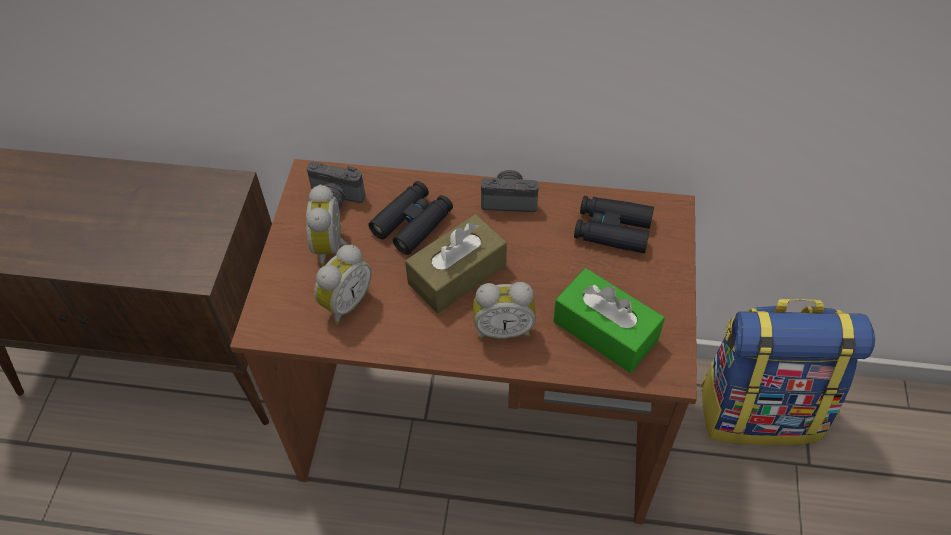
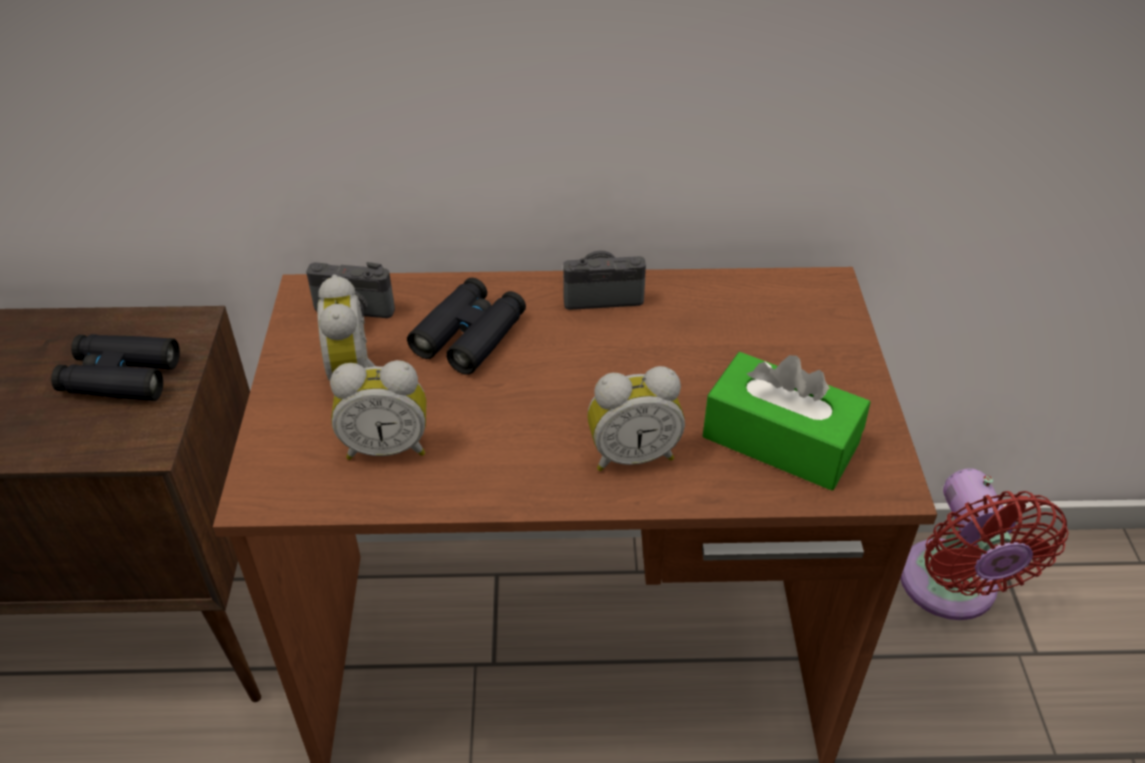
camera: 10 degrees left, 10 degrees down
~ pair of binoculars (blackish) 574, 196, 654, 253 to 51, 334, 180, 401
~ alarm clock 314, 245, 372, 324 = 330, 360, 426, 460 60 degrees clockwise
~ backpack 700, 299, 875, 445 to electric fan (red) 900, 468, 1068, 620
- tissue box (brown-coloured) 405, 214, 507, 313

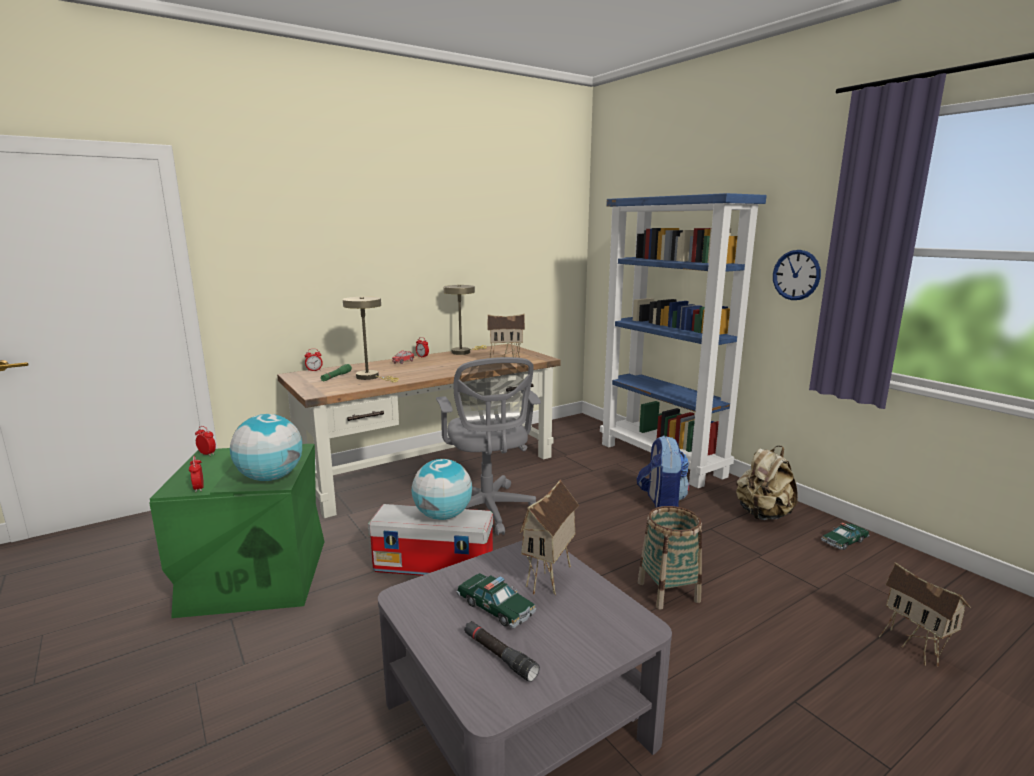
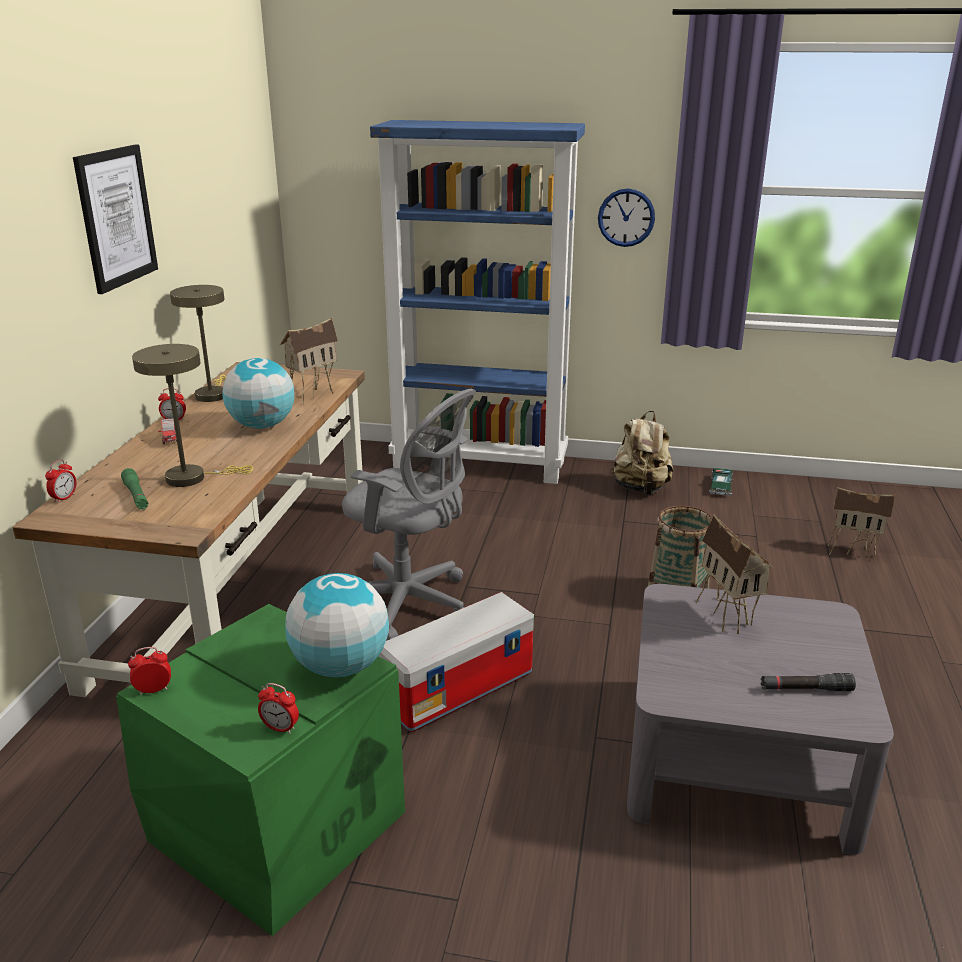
camera: 45 degrees left, 10 degrees up
+ picture 73, 145, 158, 294
~ globe 412, 459, 472, 520 to 222, 358, 294, 429
- miniature car 457, 573, 536, 628
- backpack 637, 435, 689, 508

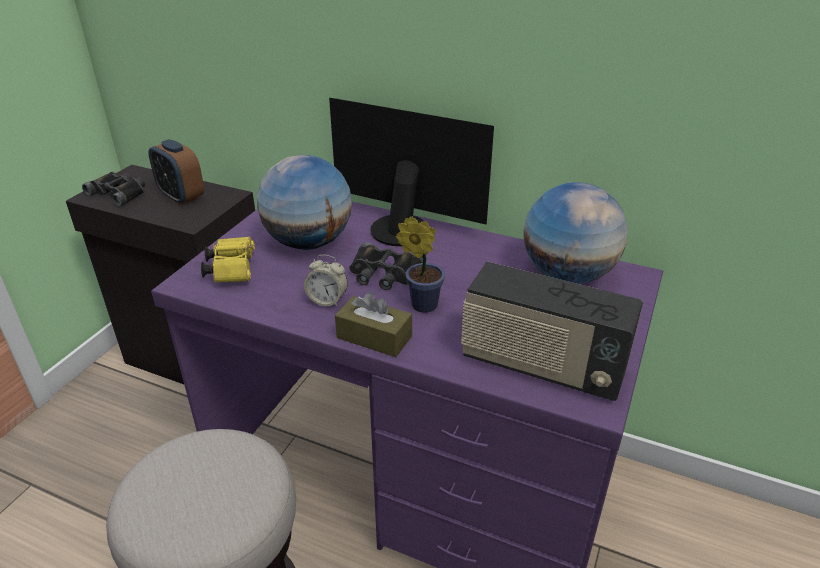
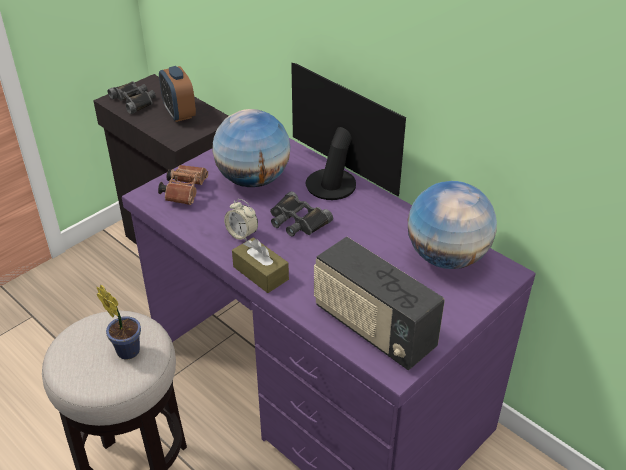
camera: 20 degrees right, 5 degrees up
~ plant in a pot 396, 216, 445, 313 to 97, 284, 141, 359
~ pair of binoculars (yellowish) 201, 236, 255, 283 to pair of binoculars (brown-coloured) 158, 165, 208, 205

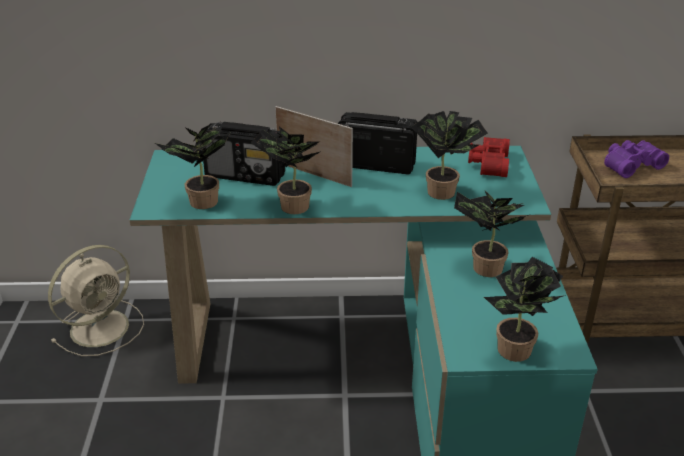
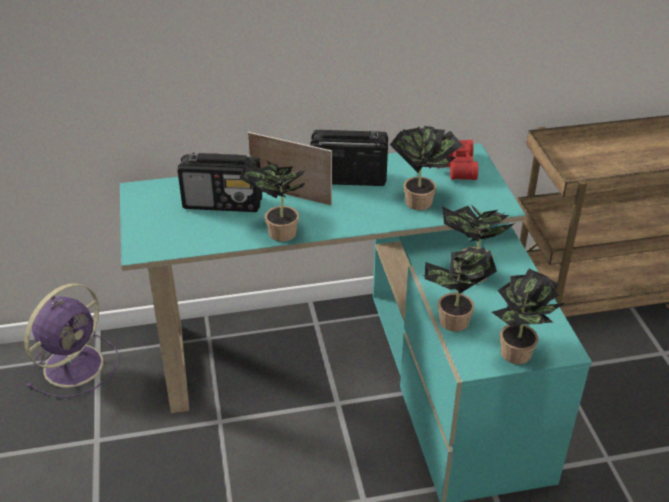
camera: 10 degrees left, 5 degrees up
~ electric fan (beige-coloured) 48, 245, 144, 356 to electric fan (purple-coloured) 24, 283, 119, 398
~ plant in a pot 155, 123, 231, 209 to 423, 246, 497, 332
- pair of binoculars (purple-coloured) 604, 140, 669, 178

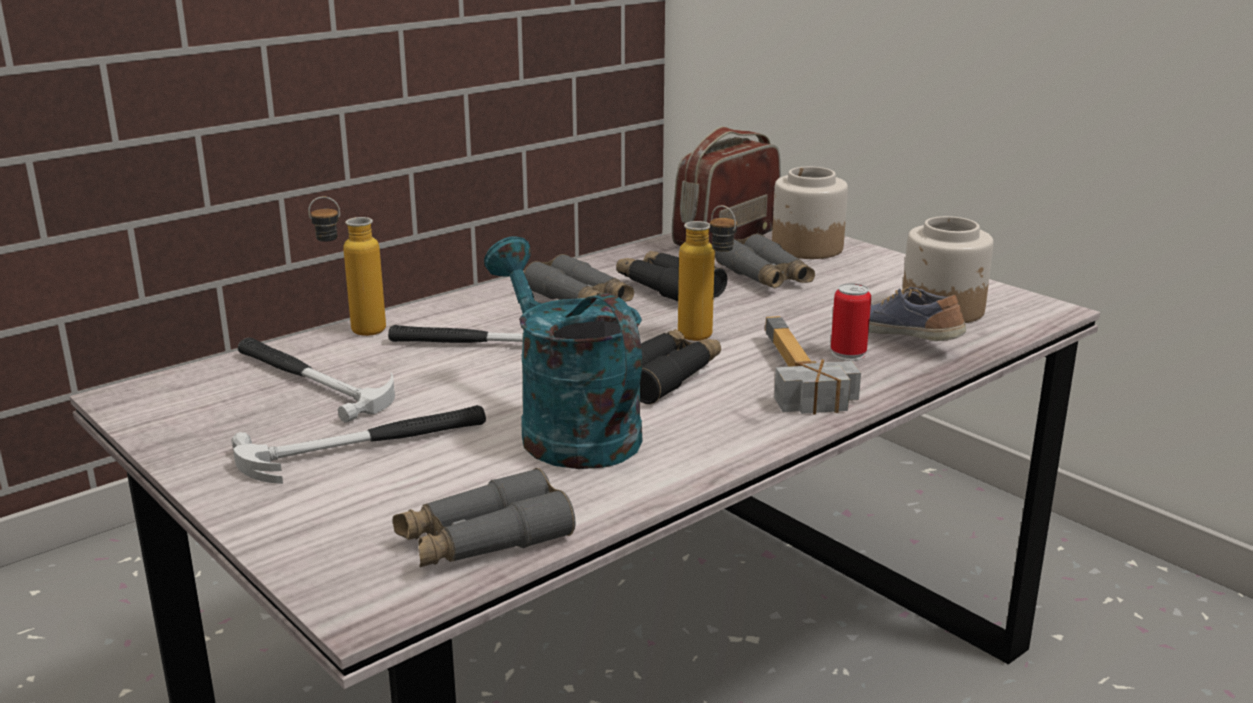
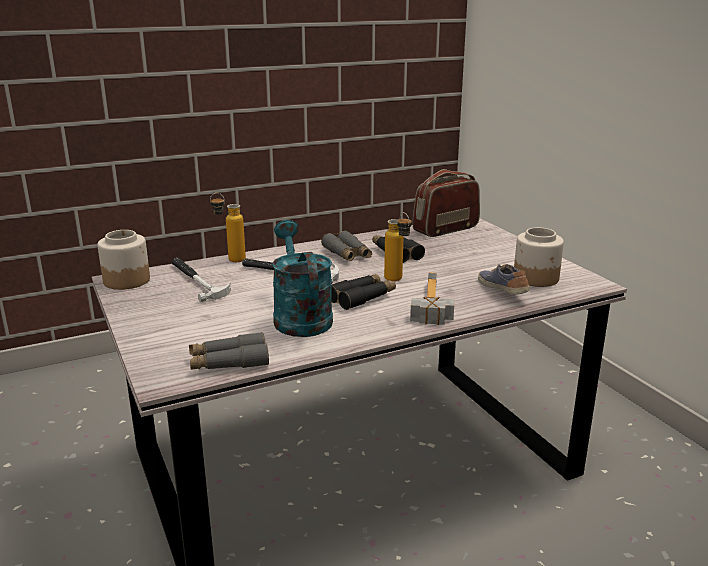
camera: 15 degrees right, 0 degrees up
~ jar 772, 167, 848, 259 to 97, 230, 150, 290
- tool hammer 231, 405, 486, 484
- pair of binoculars (grey) 715, 233, 815, 289
- metal can 831, 283, 871, 361

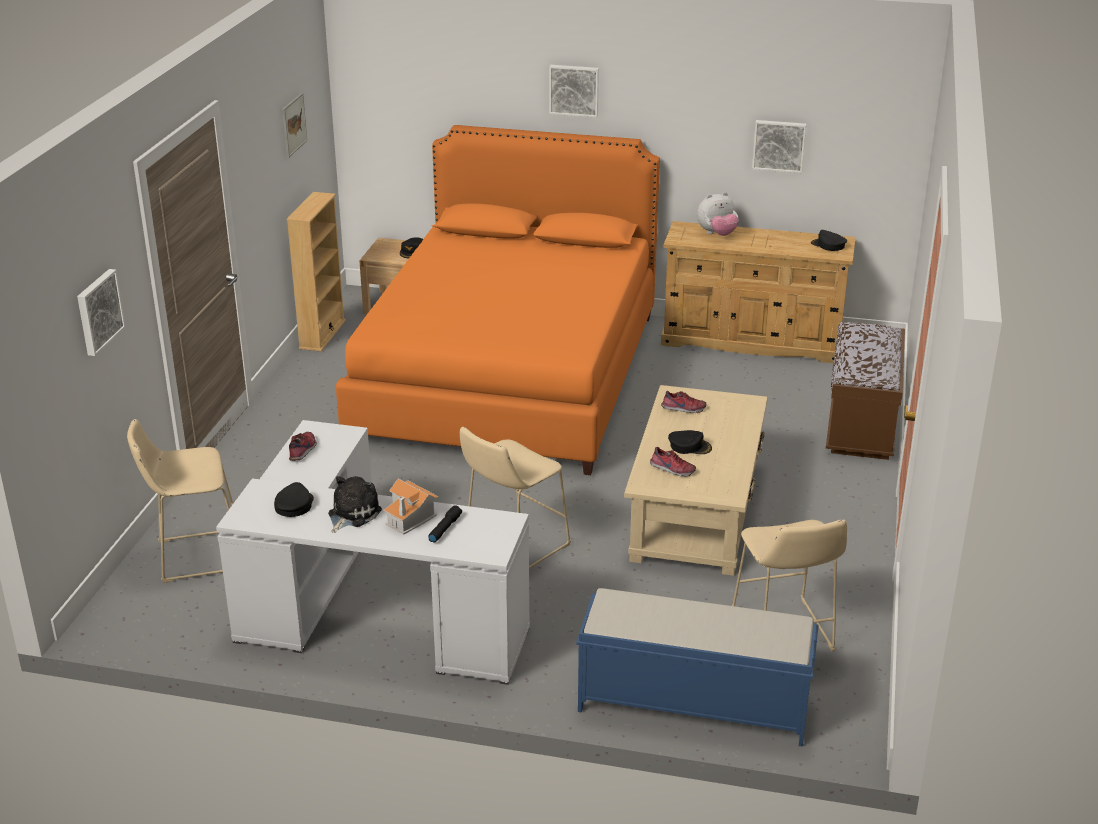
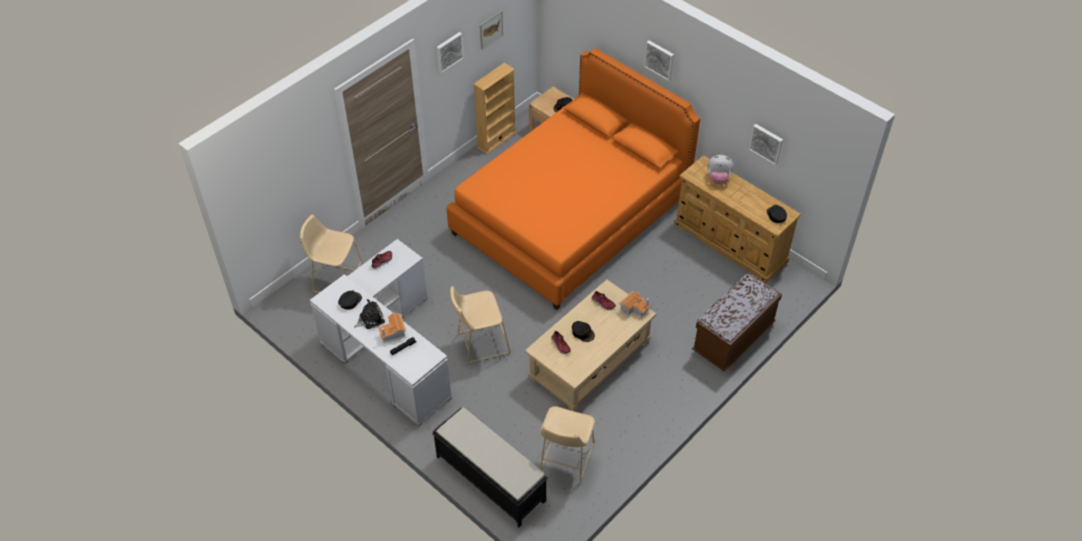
camera: 30 degrees right, 20 degrees up
~ indoor bench (blue-coloured) 576, 588, 819, 747 to indoor bench (blackish) 432, 408, 548, 527
~ picture 77, 269, 126, 356 to 437, 32, 464, 73
+ miniature house 619, 291, 651, 318

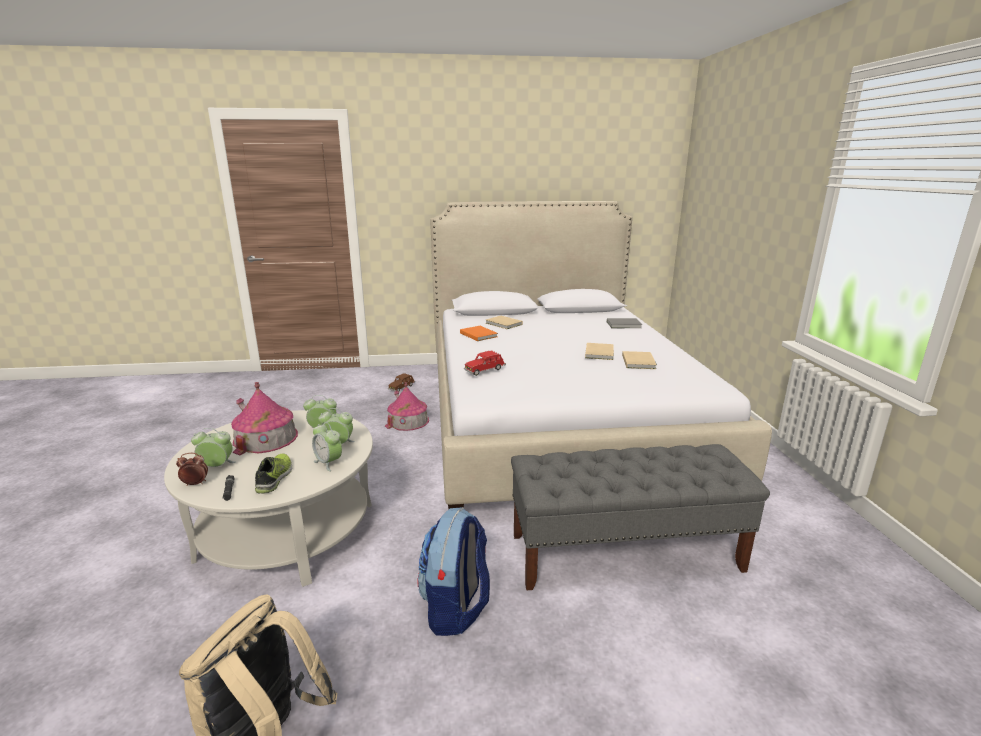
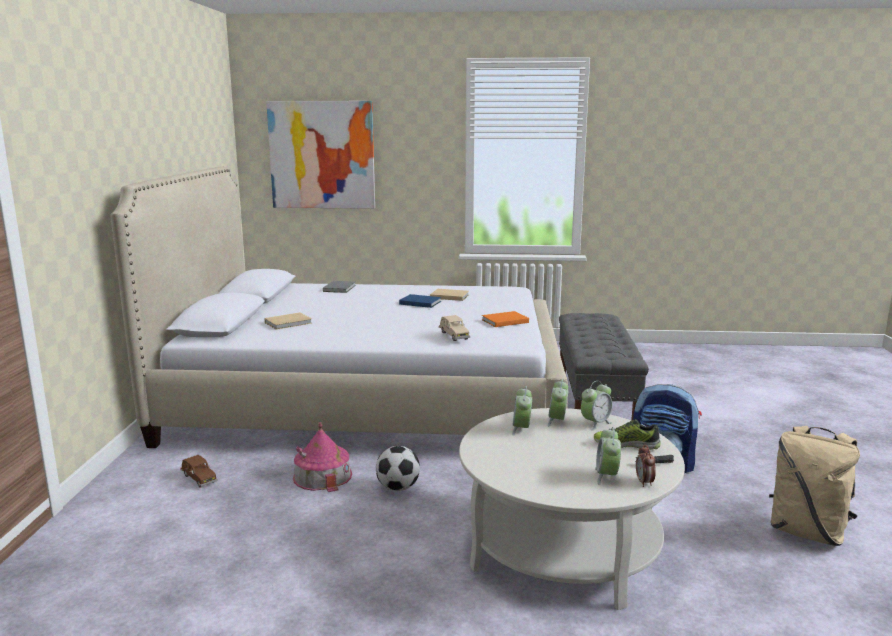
camera: 80 degrees left, 5 degrees down
+ picture 266, 101, 375, 209
+ football ball 376, 446, 420, 491
~ volume (beige-coloured) 585, 343, 614, 360 to volume (blue-coloured) 399, 294, 441, 308
~ miniature car (red) 464, 351, 506, 376 to miniature car (beige-coloured) 439, 315, 470, 341
~ volume (orangey) 460, 326, 498, 341 to 482, 311, 529, 327
- miniature house 231, 382, 298, 455

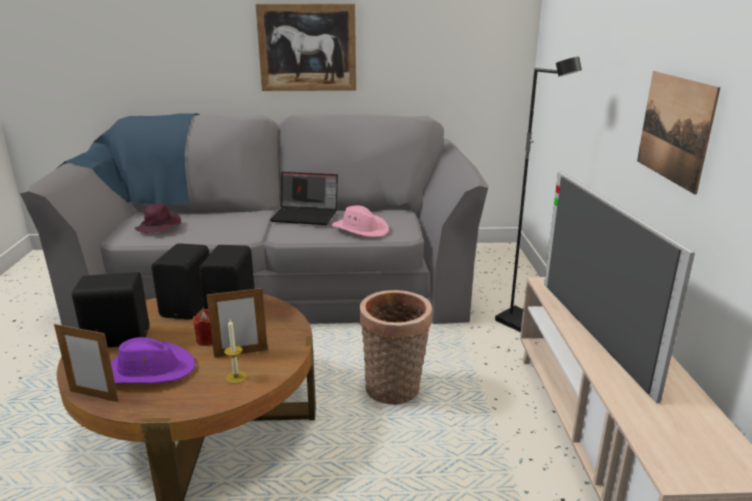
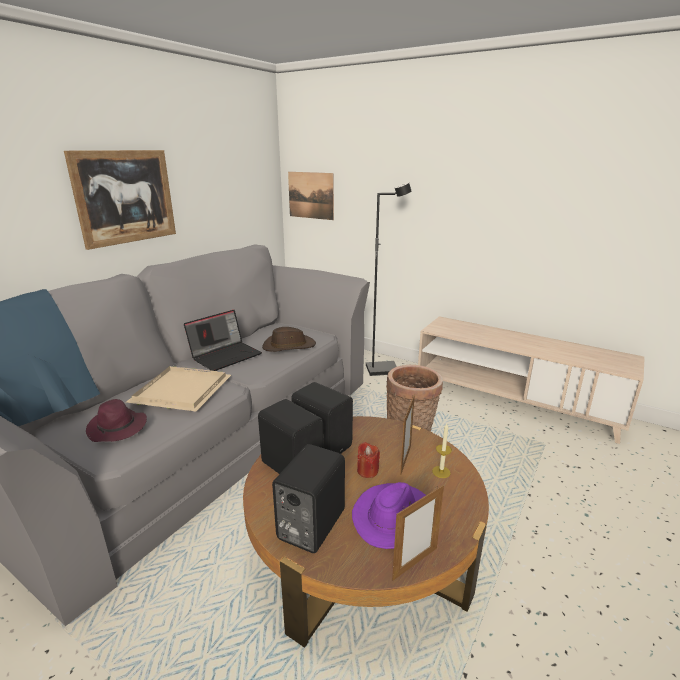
camera: 55 degrees left, 0 degrees up
+ serving tray (beige-coloured) 126, 366, 231, 411
~ hat (pinkish) 332, 205, 389, 237 to hat (brown-coloured) 262, 327, 316, 352
~ picture 637, 71, 721, 195 to 288, 172, 334, 220
- television 544, 172, 695, 403

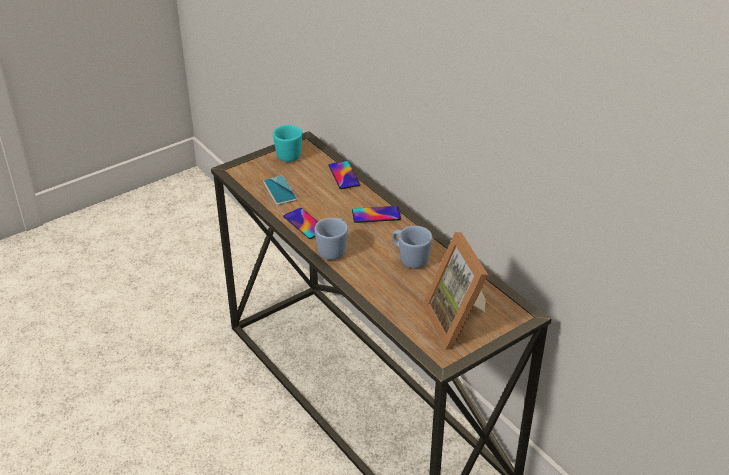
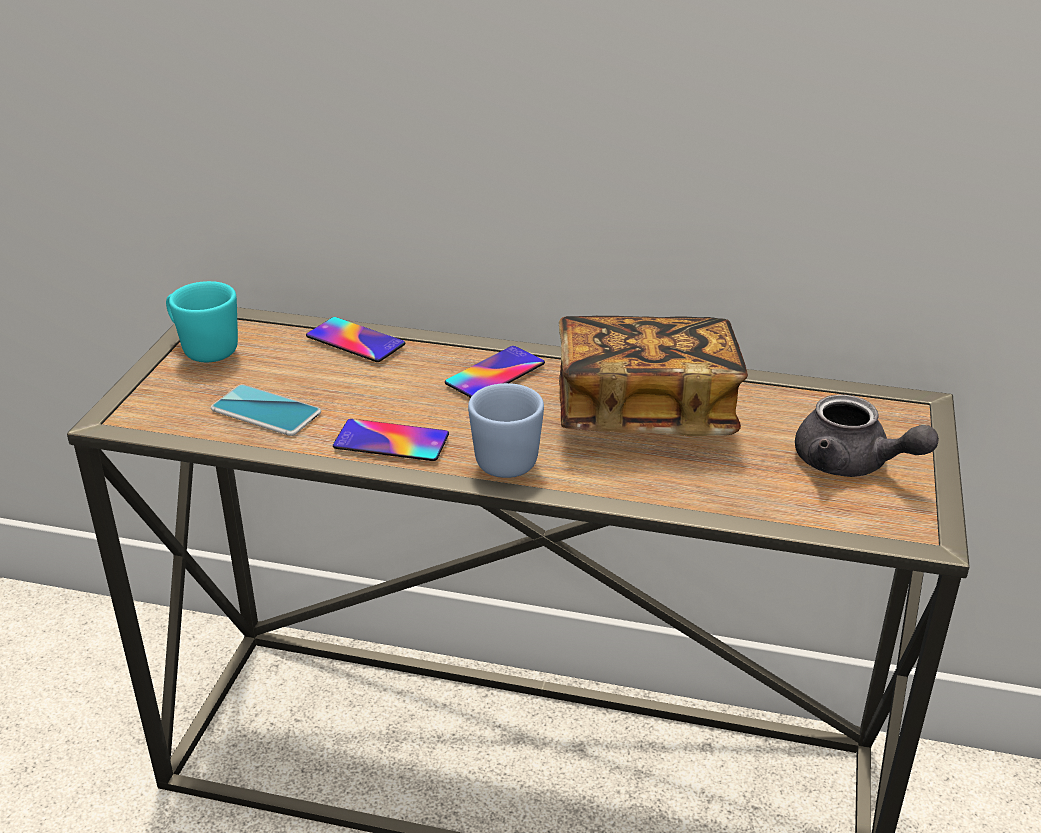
camera: 40 degrees left, 5 degrees down
~ mug (blue-coloured) 392, 226, 432, 269 to volume 559, 316, 748, 436
~ standing frame 422, 232, 488, 350 to pot for tea (grey) 795, 394, 939, 477

